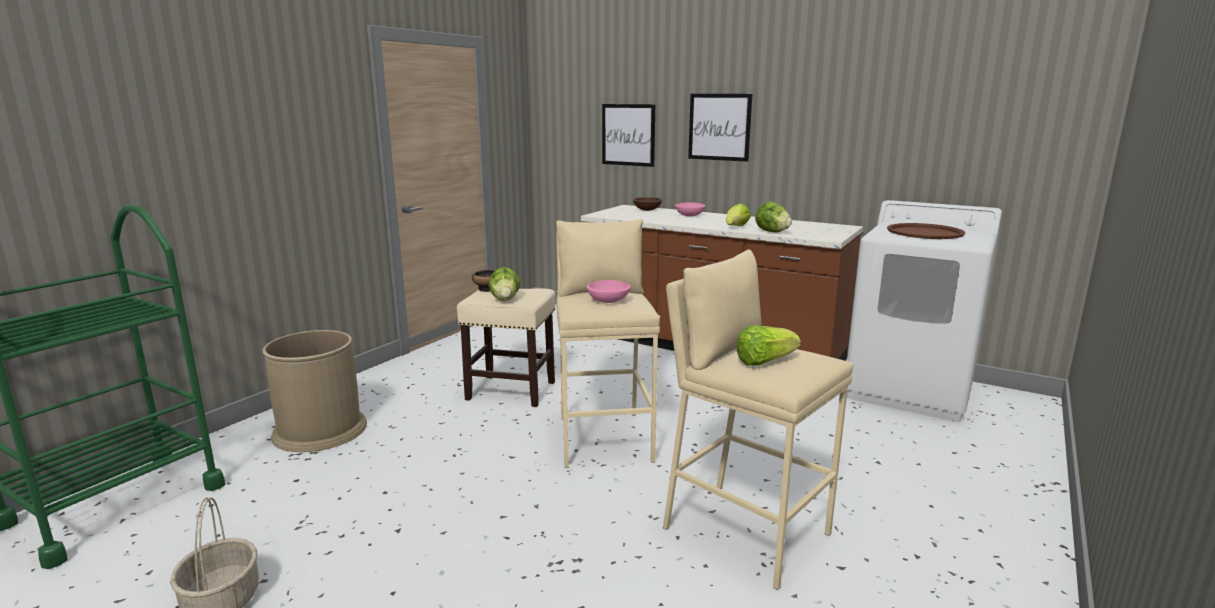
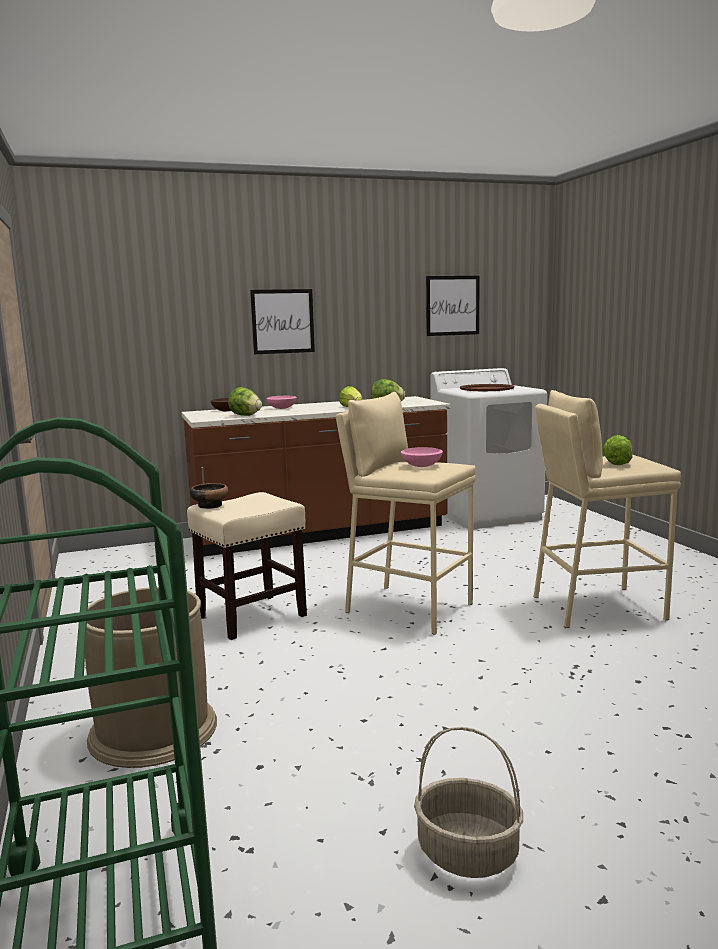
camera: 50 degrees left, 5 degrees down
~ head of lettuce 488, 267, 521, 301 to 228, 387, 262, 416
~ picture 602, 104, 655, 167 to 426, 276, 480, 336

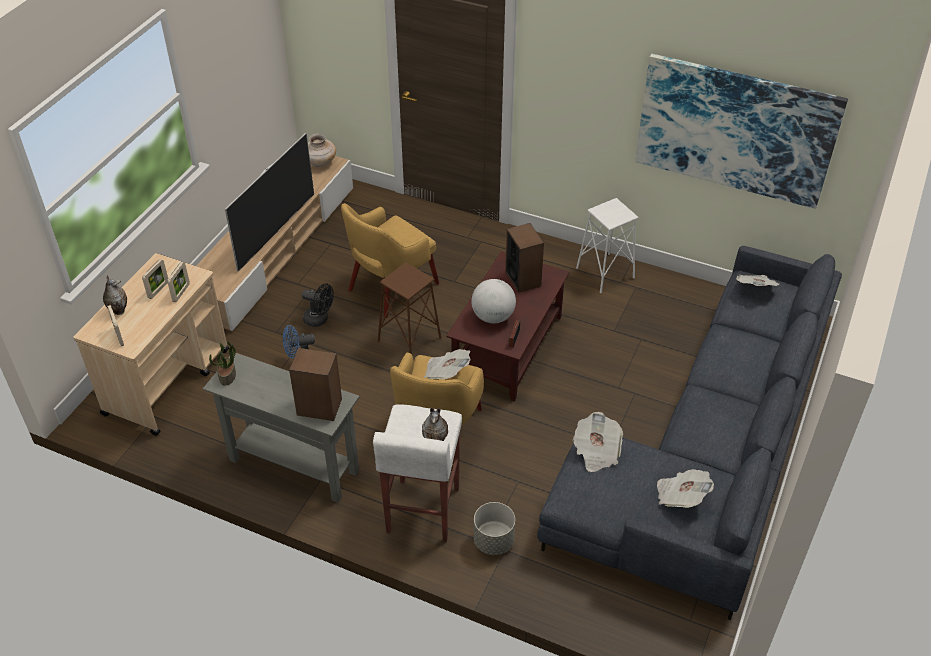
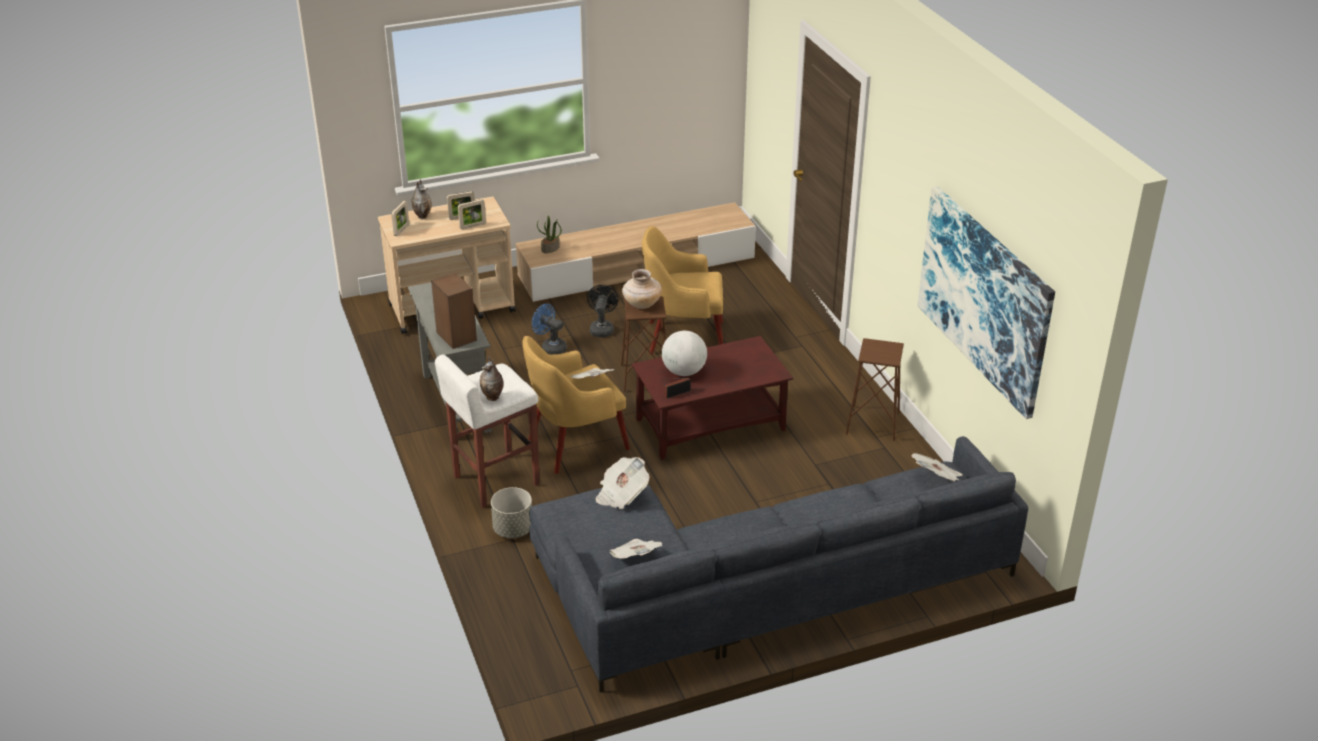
camera: 45 degrees right, 10 degrees down
~ plant in a pot 209, 341, 236, 386 to 537, 215, 562, 253
~ electric fan (blackish) 302, 283, 333, 327 = 587, 285, 619, 337 150 degrees counterclockwise
~ vase (beige-coloured) 308, 134, 336, 167 to 622, 269, 662, 309
~ sitting stool (white) 576, 198, 639, 293 to sitting stool (brown-coloured) 846, 338, 904, 441
- television 225, 133, 314, 271
- loudspeaker 505, 223, 544, 292

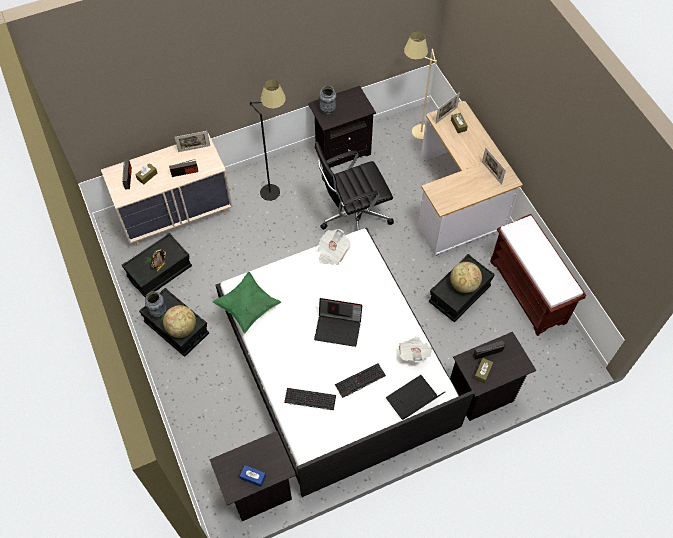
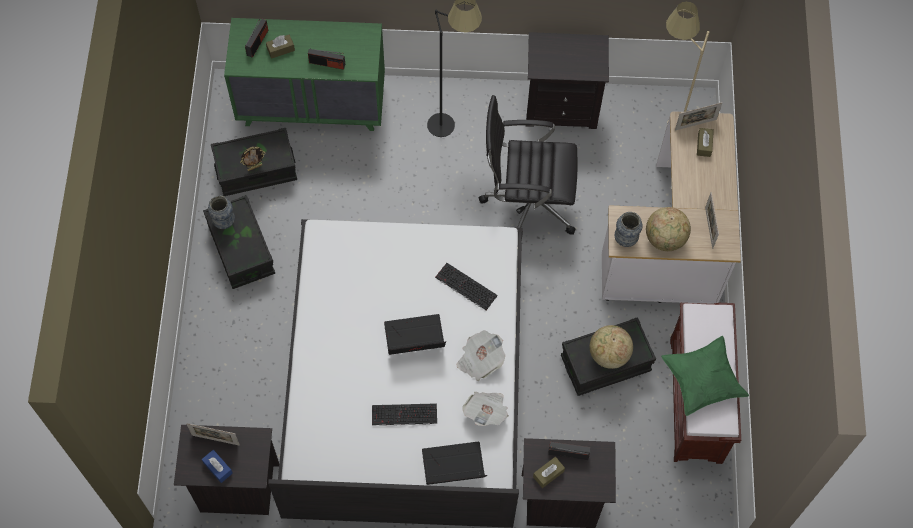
camera: 25 degrees right, 5 degrees up
~ standing frame 175, 131, 210, 152 to 186, 423, 240, 445
~ chest of drawers (beige-coloured) 101, 133, 233, 246 to chest of drawers (green) 224, 18, 385, 131
~ laptop 314, 298, 362, 347 = 384, 314, 446, 355 135 degrees clockwise
~ keyboard 284, 388, 336, 410 to 435, 263, 498, 310
~ daily paper 318, 229, 350, 265 to 456, 330, 505, 381
~ vase 319, 86, 336, 114 to 615, 212, 643, 247
~ globe 163, 305, 196, 338 to 646, 207, 691, 251
~ cushion (green) 213, 272, 281, 333 to 661, 336, 749, 416

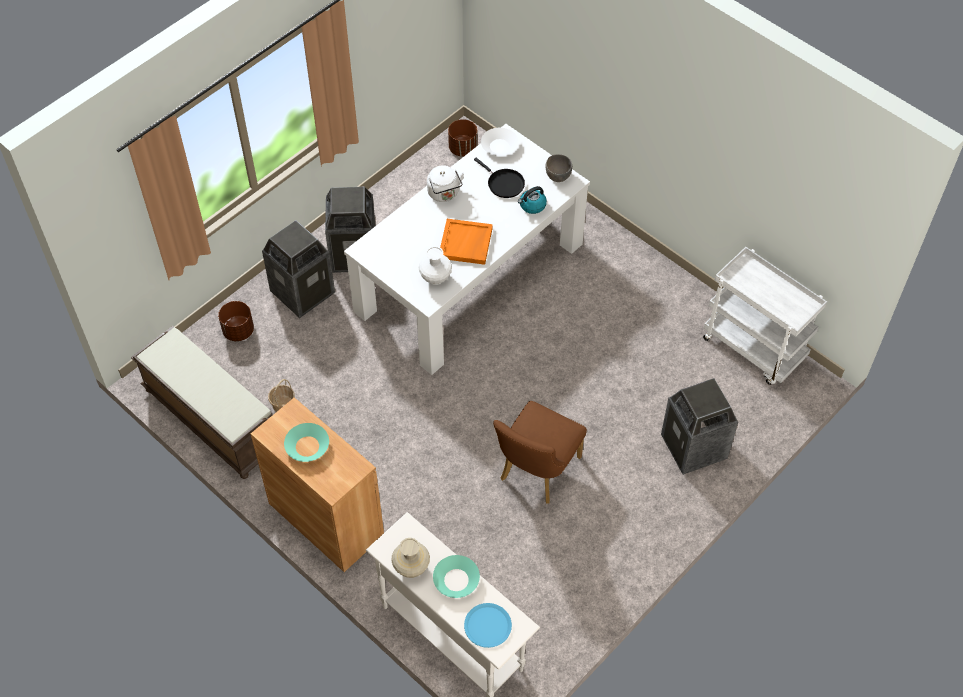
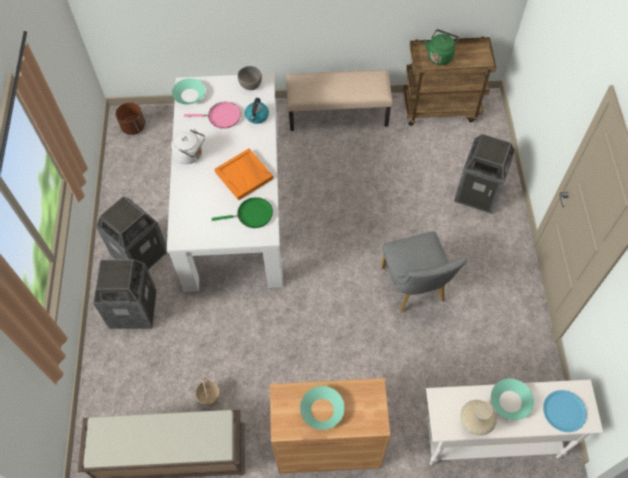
camera: 45 degrees left, 5 degrees up
~ serving bowl (white) 481, 128, 519, 156 to serving bowl (turquoise) 172, 78, 206, 104
~ frying pan (blackish) 474, 158, 525, 198 to frying pan (pinkish) 184, 102, 241, 129
~ vase (white) 418, 246, 452, 285 to frying pan (green) 212, 197, 273, 228
+ indoor bench (beige-coloured) 286, 70, 393, 131
~ upright chair (brown-coloured) 493, 401, 587, 504 to upright chair (grey) 381, 231, 467, 313
~ cart (white) 703, 247, 827, 385 to cart (brown-coloured) 403, 36, 496, 126
+ kettle (green) 424, 29, 460, 65
- flower pot (brown-coloured) 218, 301, 254, 341

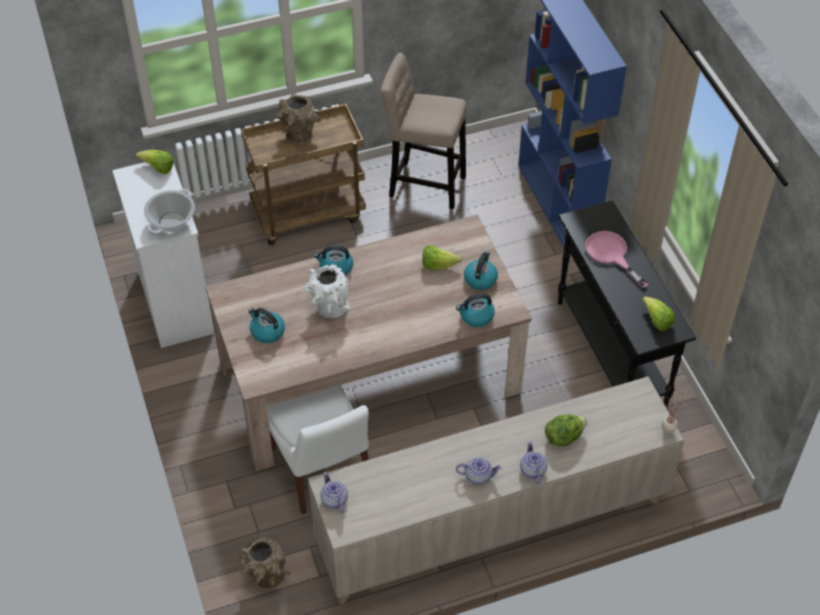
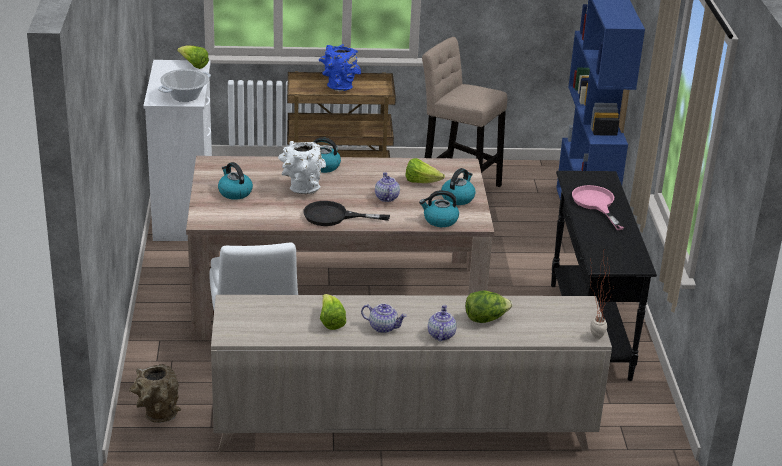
camera: 15 degrees right, 20 degrees down
+ frying pan (blackish) 303, 201, 390, 226
~ vase (brown-coloured) 275, 92, 321, 144 to vase (blue-coloured) 319, 44, 361, 91
~ head of lettuce 642, 297, 675, 331 to 320, 294, 346, 330
~ pot for tea 320, 472, 348, 513 to 375, 172, 400, 202

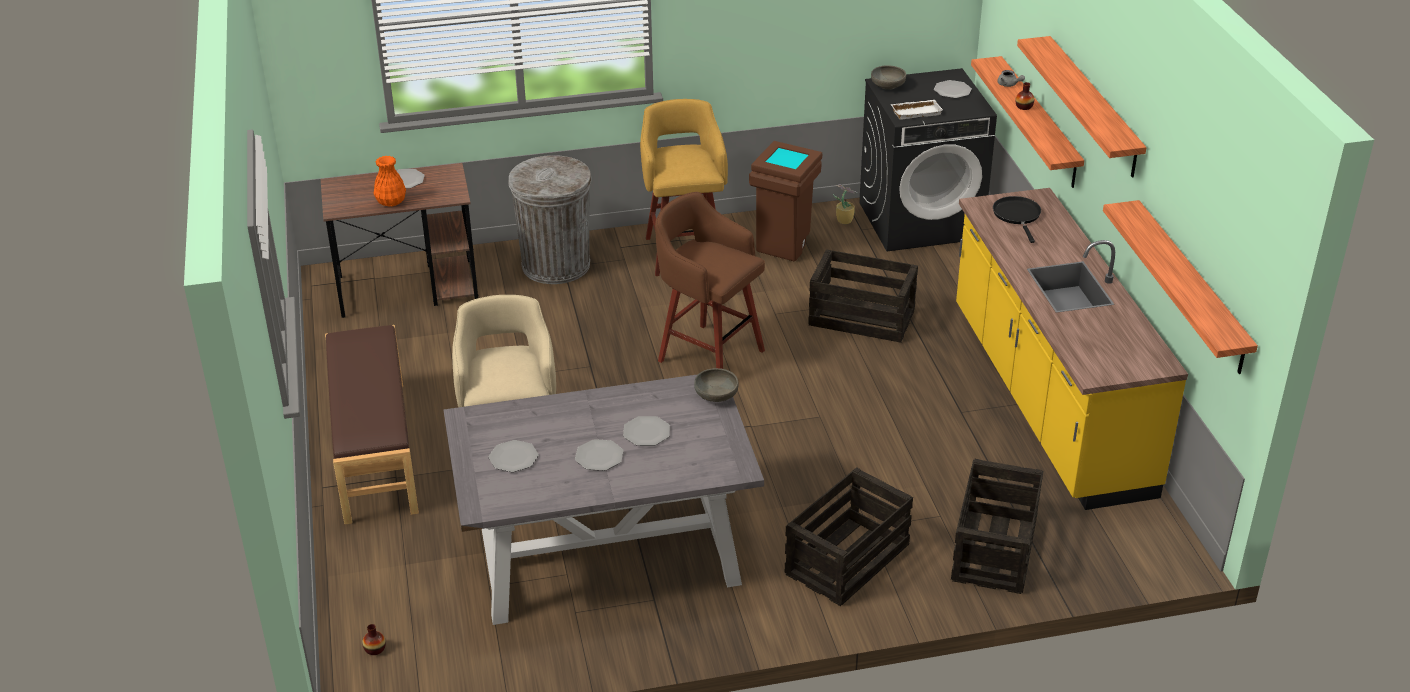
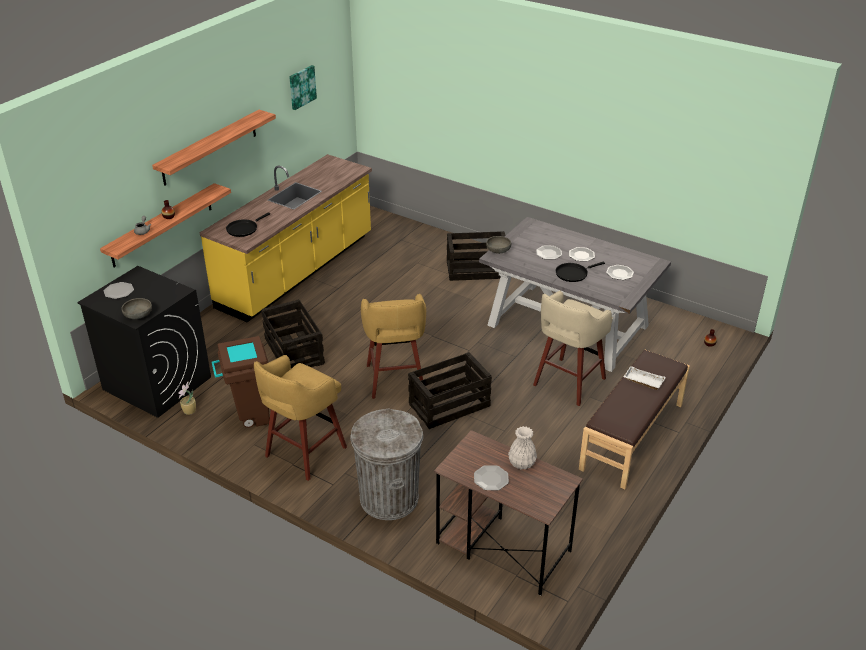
camera: 135 degrees left, 0 degrees up
+ picture 289, 65, 317, 110
~ sitting stool (brown-coloured) 655, 192, 765, 369 to sitting stool (yellowish) 361, 294, 426, 399
~ shipping crate 951, 459, 1043, 594 to 408, 352, 492, 429
~ vase (orangey) 374, 156, 406, 207 to vase (white) 508, 426, 537, 469
+ frying pan (blackish) 556, 262, 605, 282
~ serving tray (white) 891, 100, 943, 120 to 623, 366, 666, 390
- bracket shelf 1103, 200, 1258, 374

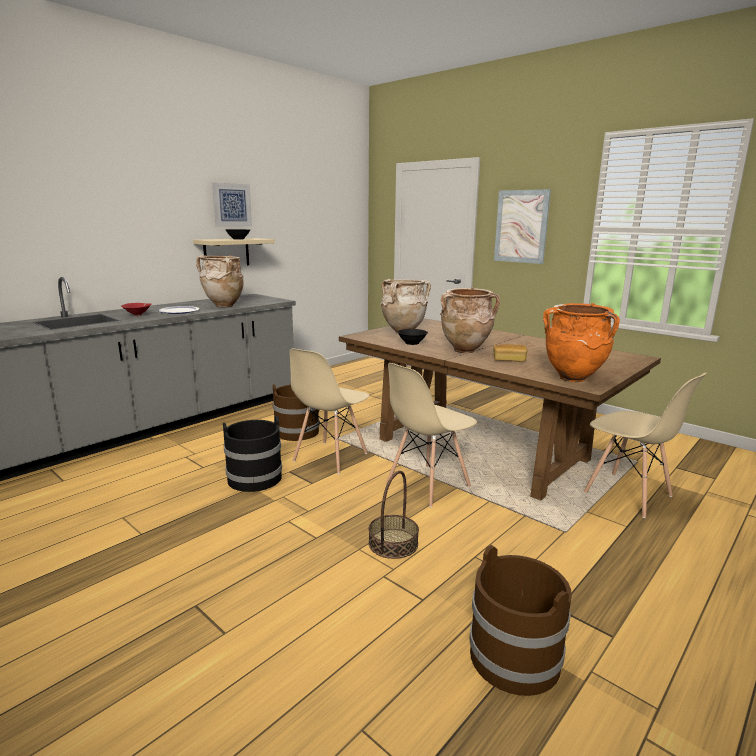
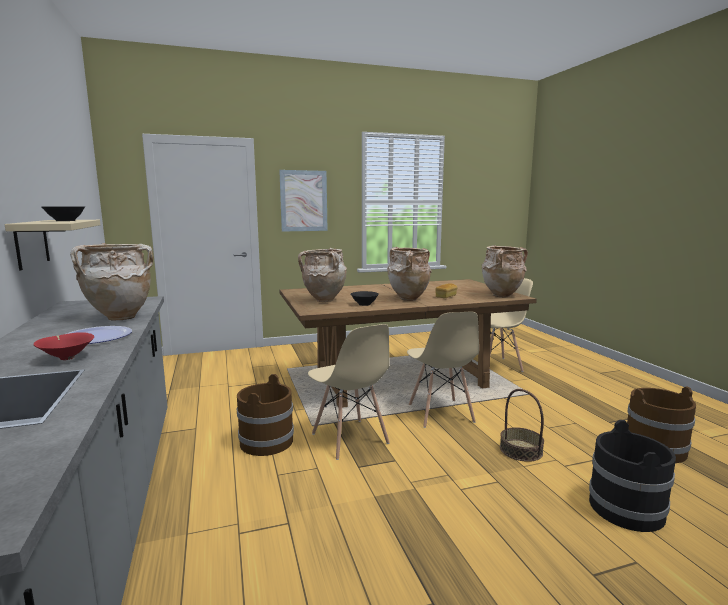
camera: 60 degrees left, 5 degrees down
~ vase (orangey) 543, 303, 620, 383 to vase (beige-coloured) 482, 245, 528, 297
~ pail (blackish) 223, 416, 282, 492 to 589, 420, 676, 532
- picture 212, 182, 252, 227

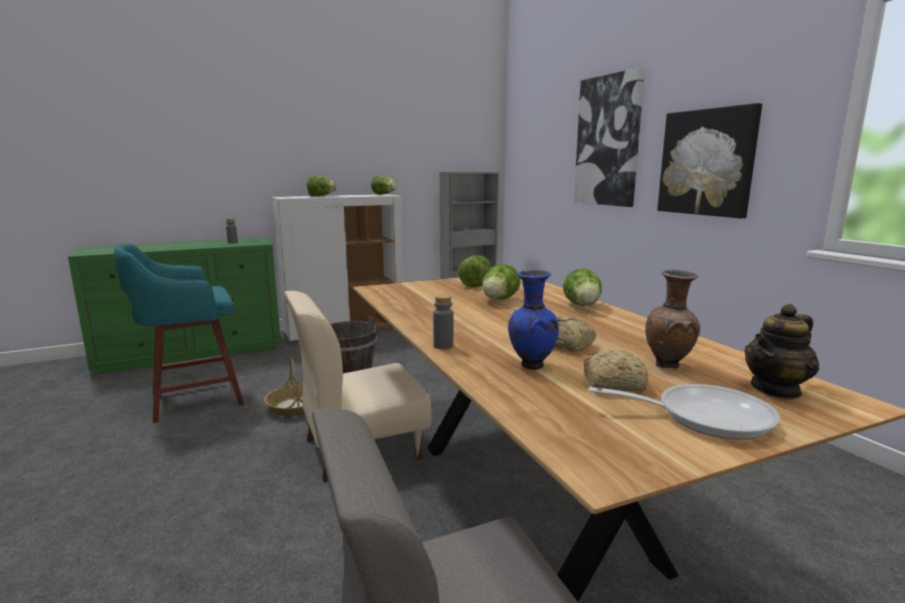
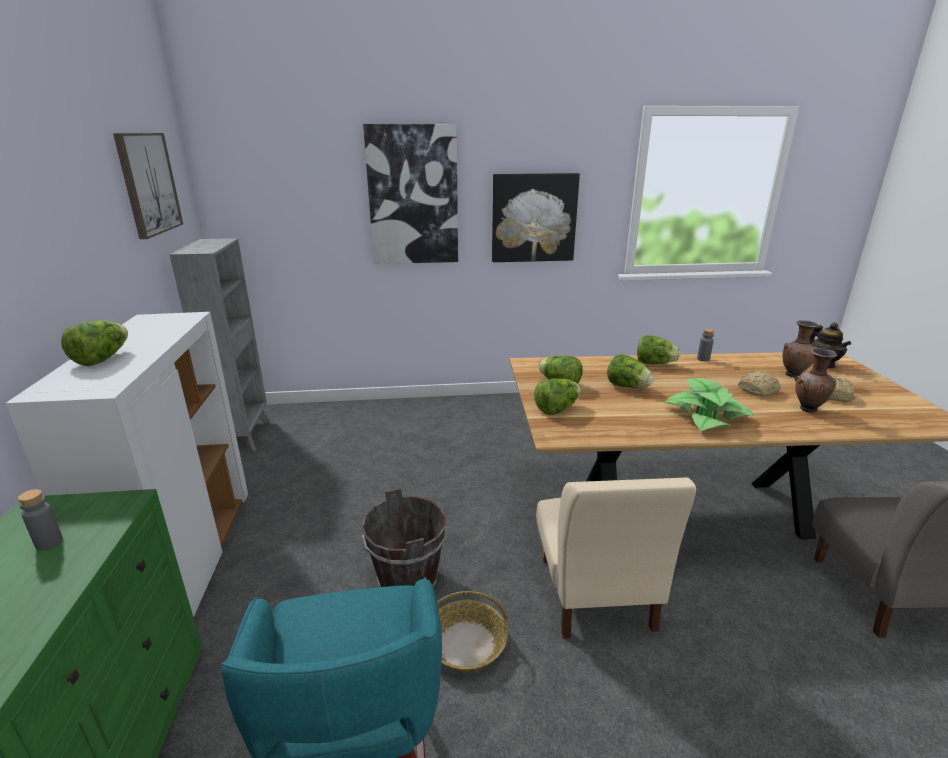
camera: 70 degrees left, 10 degrees up
+ picture 113, 133, 183, 239
~ head of lettuce 371, 175, 397, 195 to 534, 378, 581, 415
+ plant in a pot 664, 378, 755, 431
~ beverage bottle (grey) 433, 294, 454, 349 to 697, 329, 714, 362
~ vase (blue-coloured) 508, 270, 559, 370 to vase (brown-coloured) 795, 348, 837, 413
- frying pan 589, 384, 780, 440

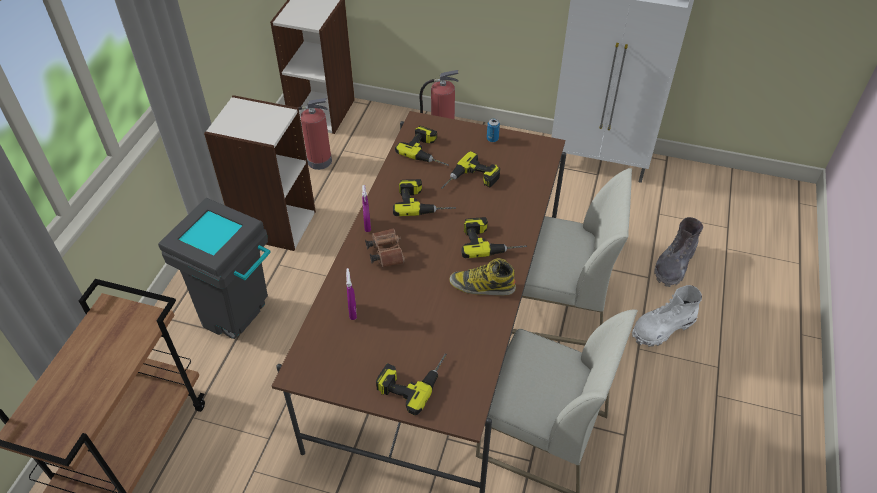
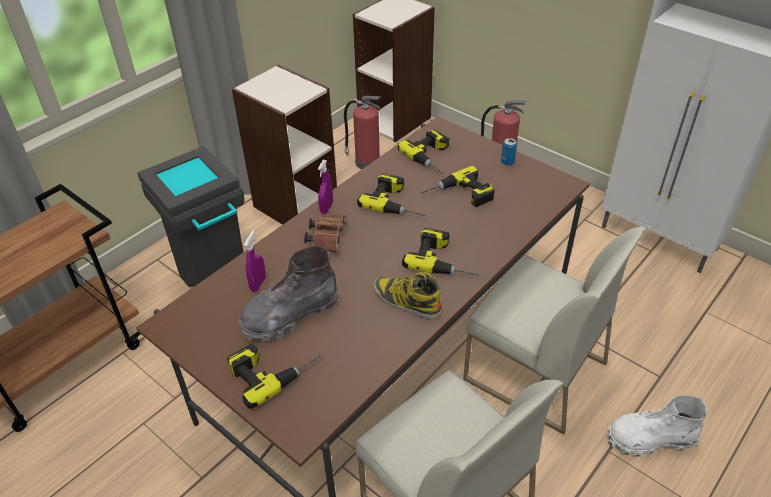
camera: 25 degrees right, 5 degrees down
~ high-top boot (grey) 654, 217, 703, 287 to 239, 246, 340, 342

